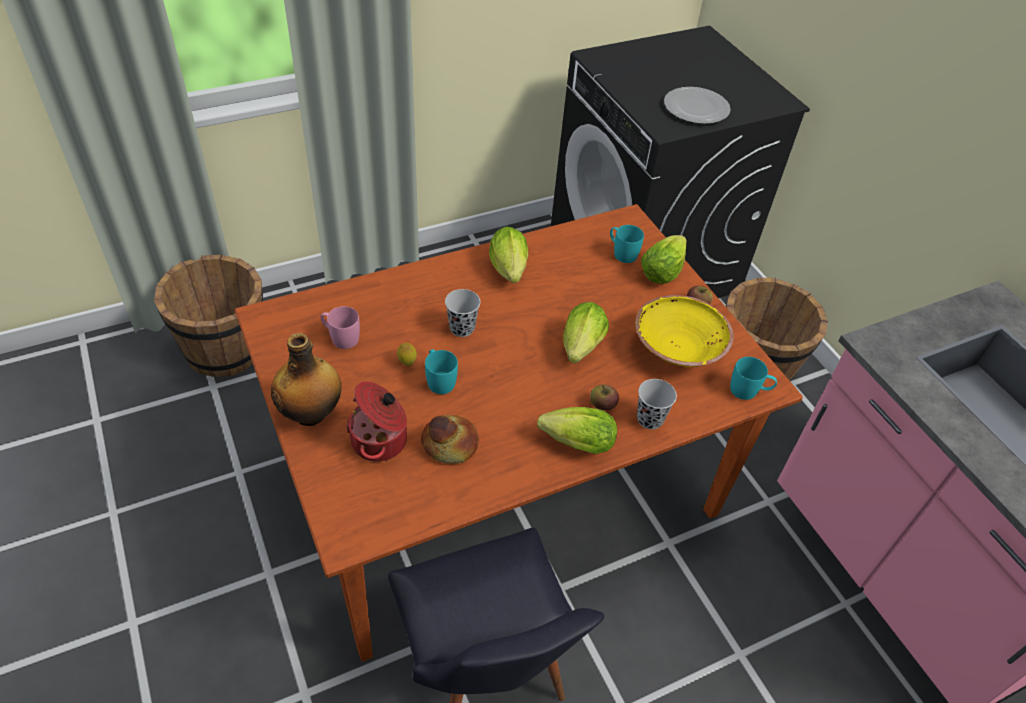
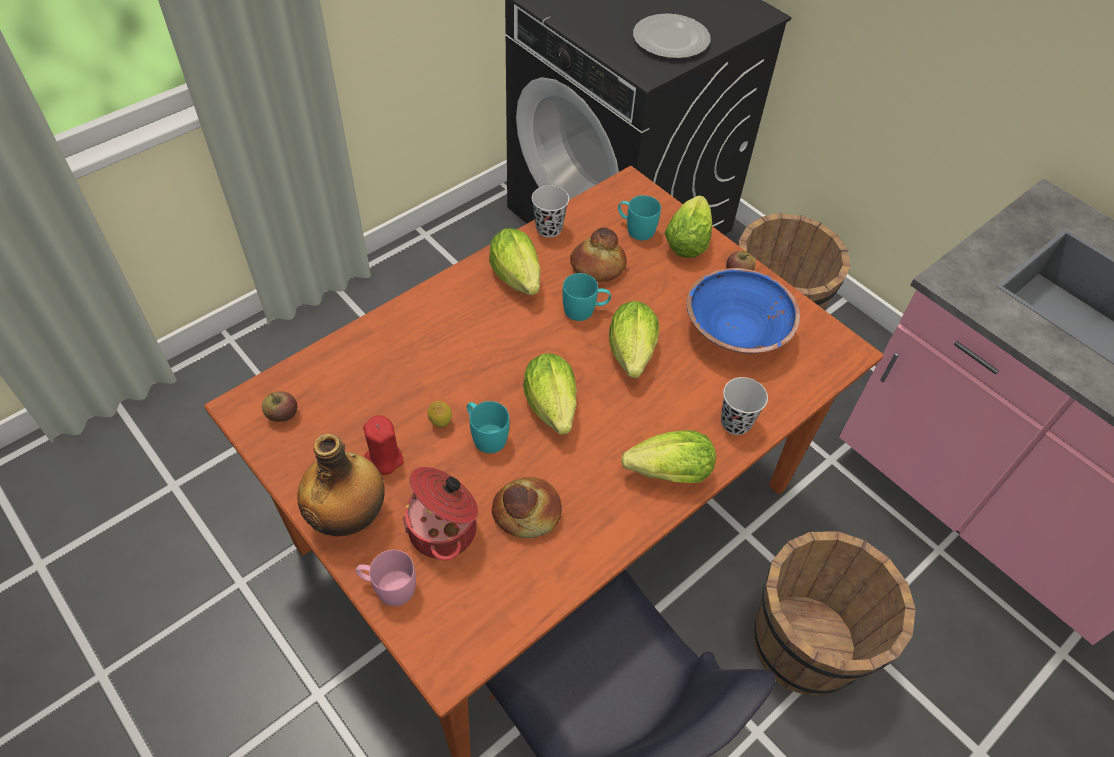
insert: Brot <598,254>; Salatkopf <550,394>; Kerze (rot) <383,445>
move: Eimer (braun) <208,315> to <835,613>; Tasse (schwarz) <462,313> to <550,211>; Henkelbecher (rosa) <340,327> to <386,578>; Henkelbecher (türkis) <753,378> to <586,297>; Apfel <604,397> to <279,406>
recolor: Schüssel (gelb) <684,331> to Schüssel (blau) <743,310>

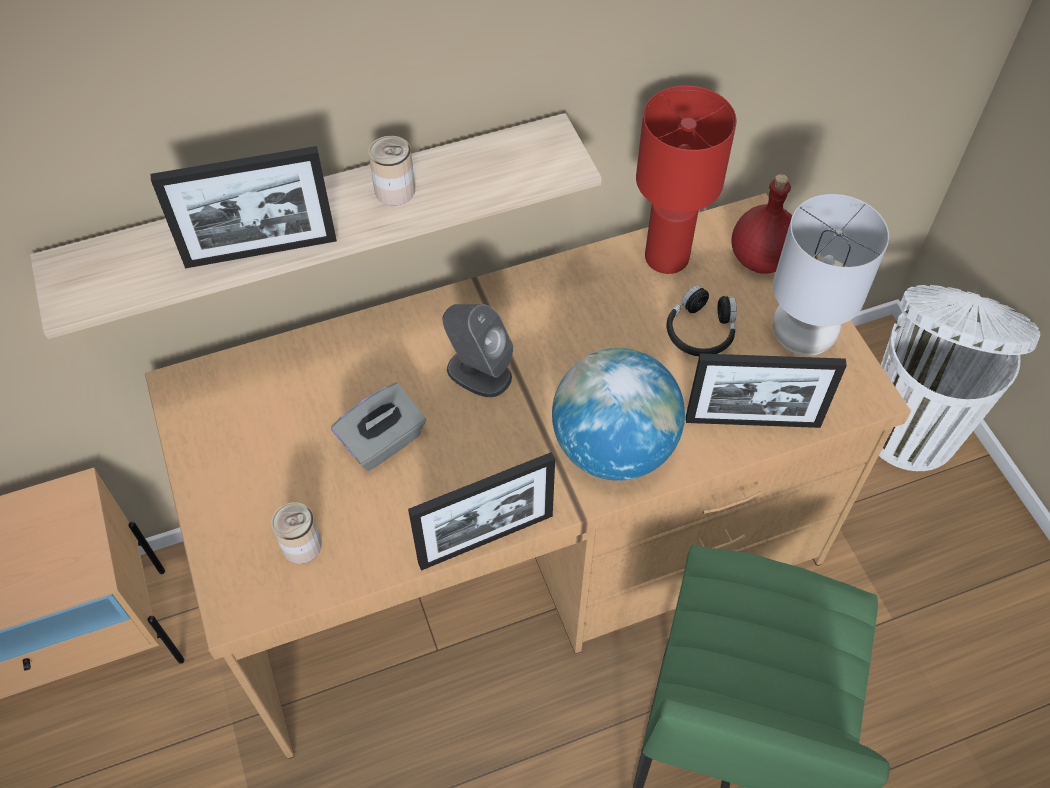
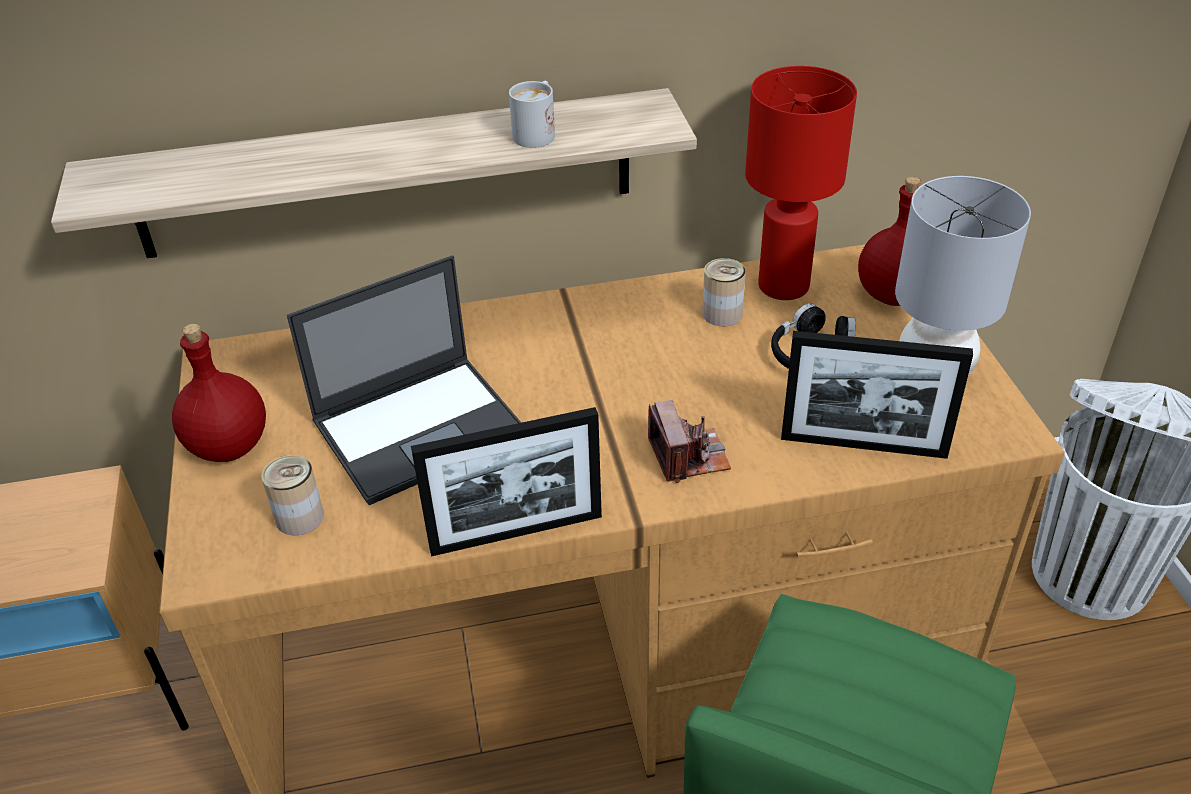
delete: Bilderrahmen <243,207>; Lautsprecher (grau) <478,350>
insert: Henkelbecher (weiß) <532,114>; Flasche (rot) <219,393>
move: Dose <391,170> to <724,292>
replace: Globus <618,414> to Kamera <689,441>; Taschentuchbox (grau) <378,427> to Laptop <404,380>

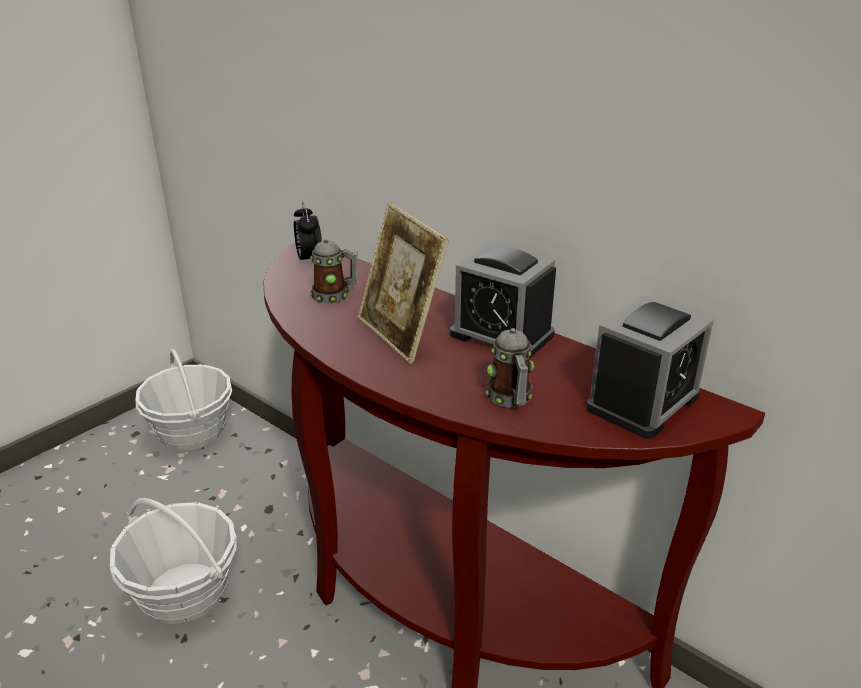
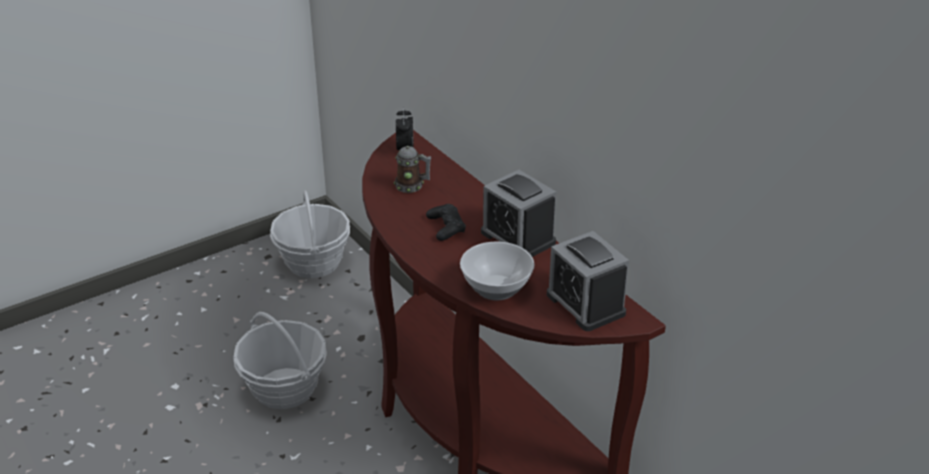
replace: Bilderrahmen <403,283> to Gamepad (schwarz) <446,222>; Henkelbecher <509,367> to Schüssel <497,271>
rotate: Wecker <650,367> = <588,281> 90 degrees clockwise

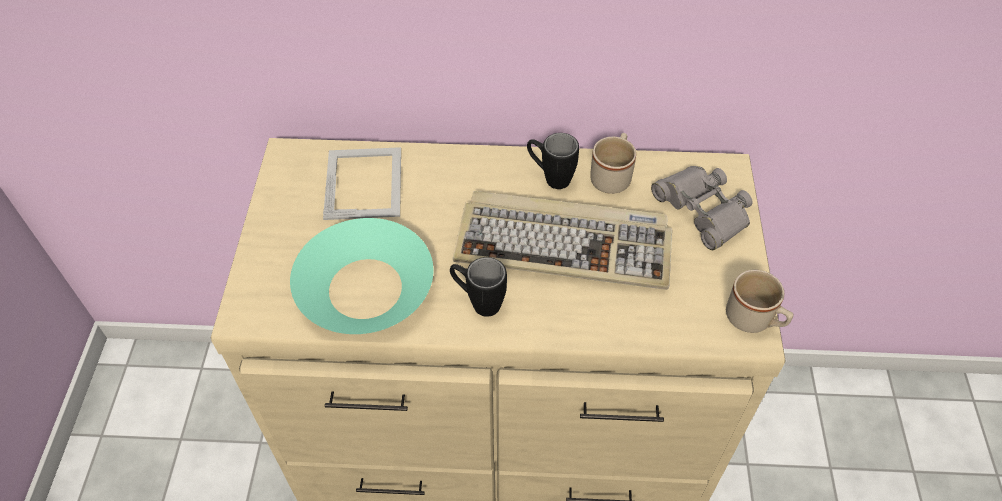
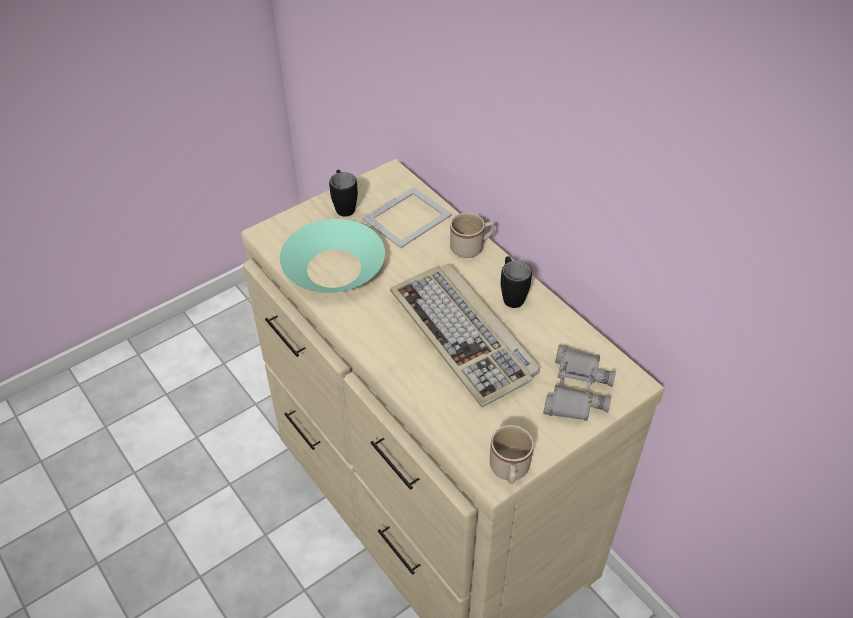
move: Henkelbecher (beige) <613,163> to <472,235>; Henkelbecher (schwarz) <478,287> to <343,193>

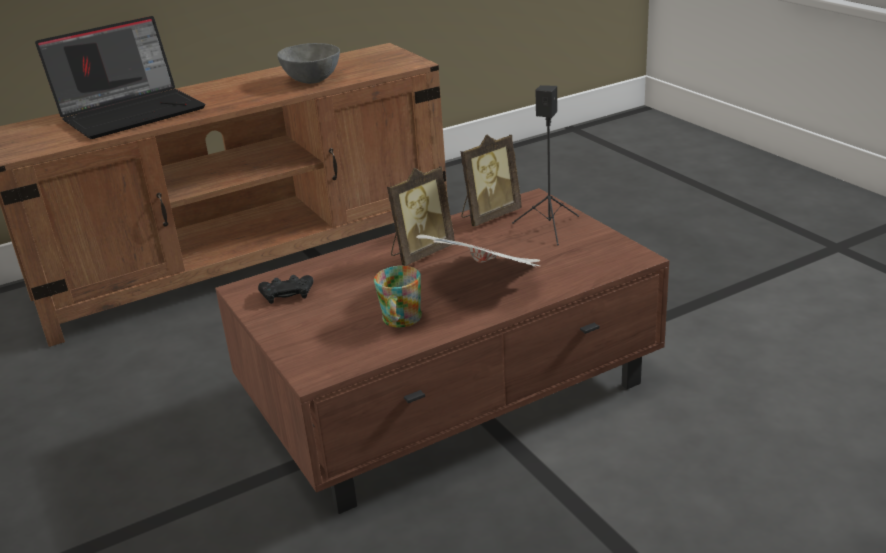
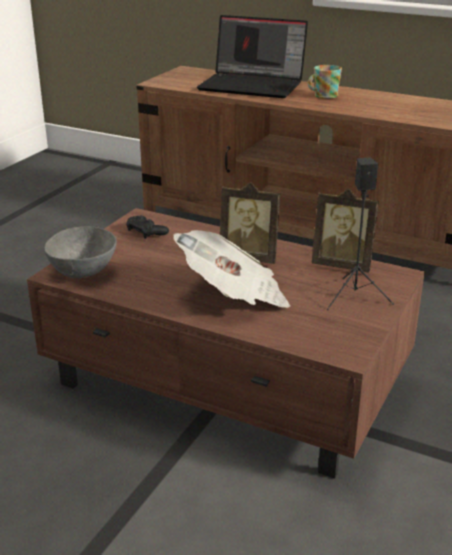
move: Schüssel (grau) <308,63> to <80,252>; Henkelbecher <398,296> to <325,82>

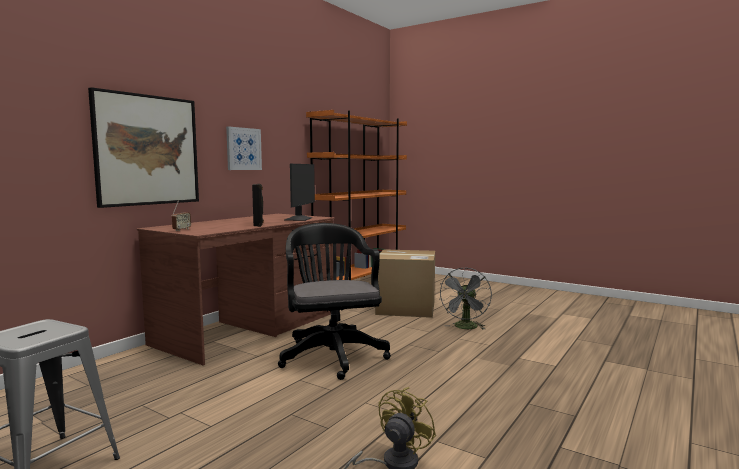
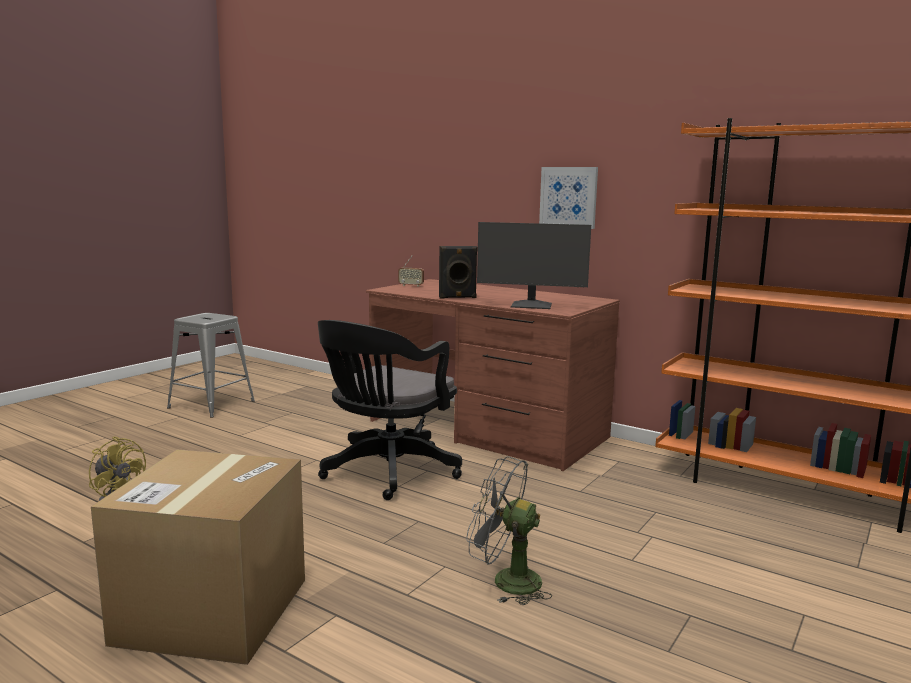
delete: Bild <143,147>
move: Karton <405,283> to <198,557>
rotate: Bürostuhl (schwarz) <334,301> = <390,410> 135 degrees clockwise

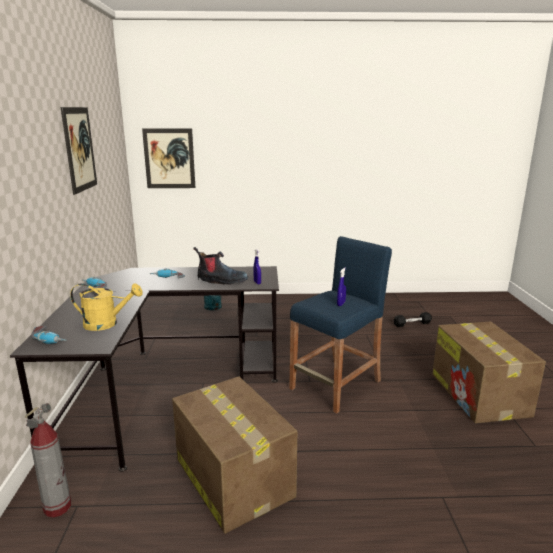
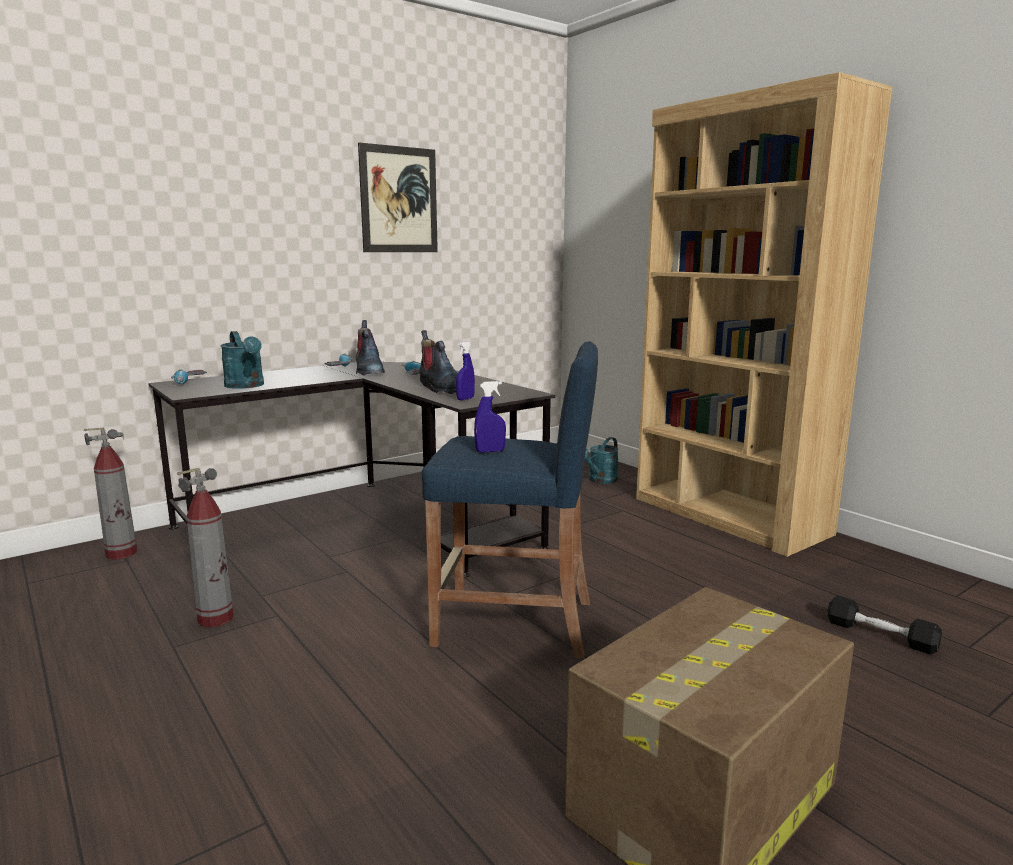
delete: Bild <168,158>
insert: Bücherregal (braun) <764,314>; Stiefel <370,347>
replace: Karton <234,455> to Feuerlöscher <205,547>
recolor: Gießkanne (gelb) <106,307> to Gießkanne (türkis) <242,360>

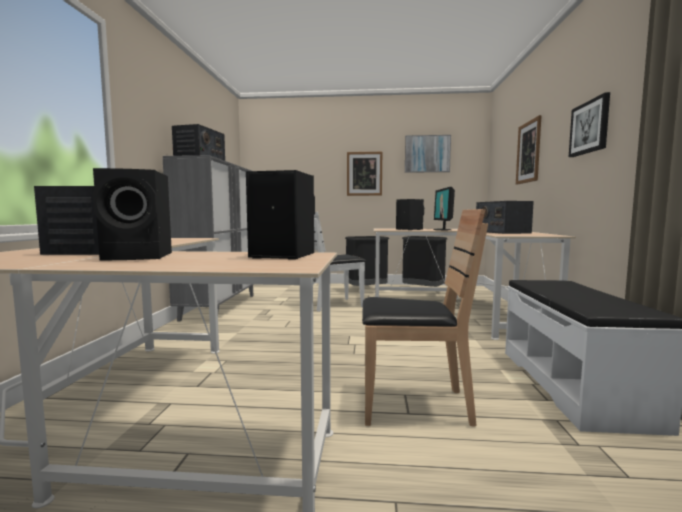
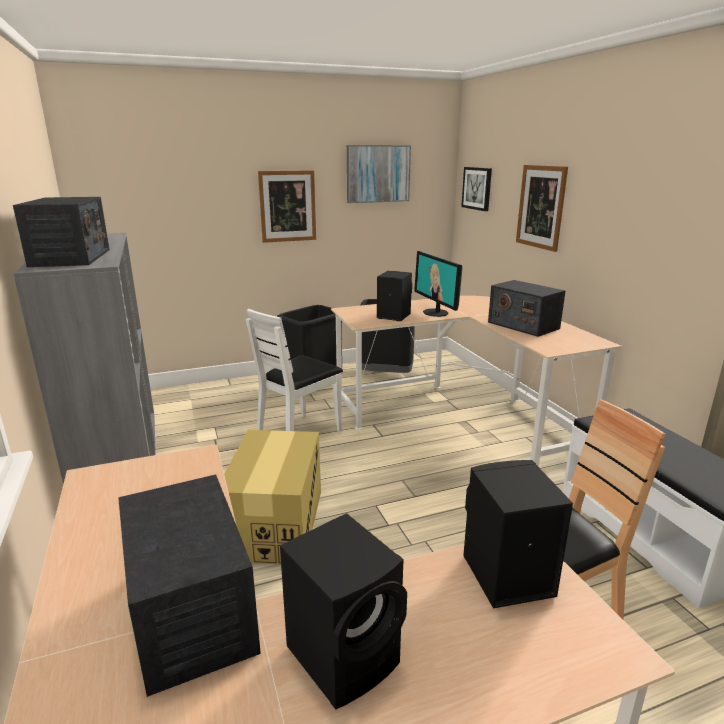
insert: Karton <272,497>
move: Bild <589,124> to <476,189>

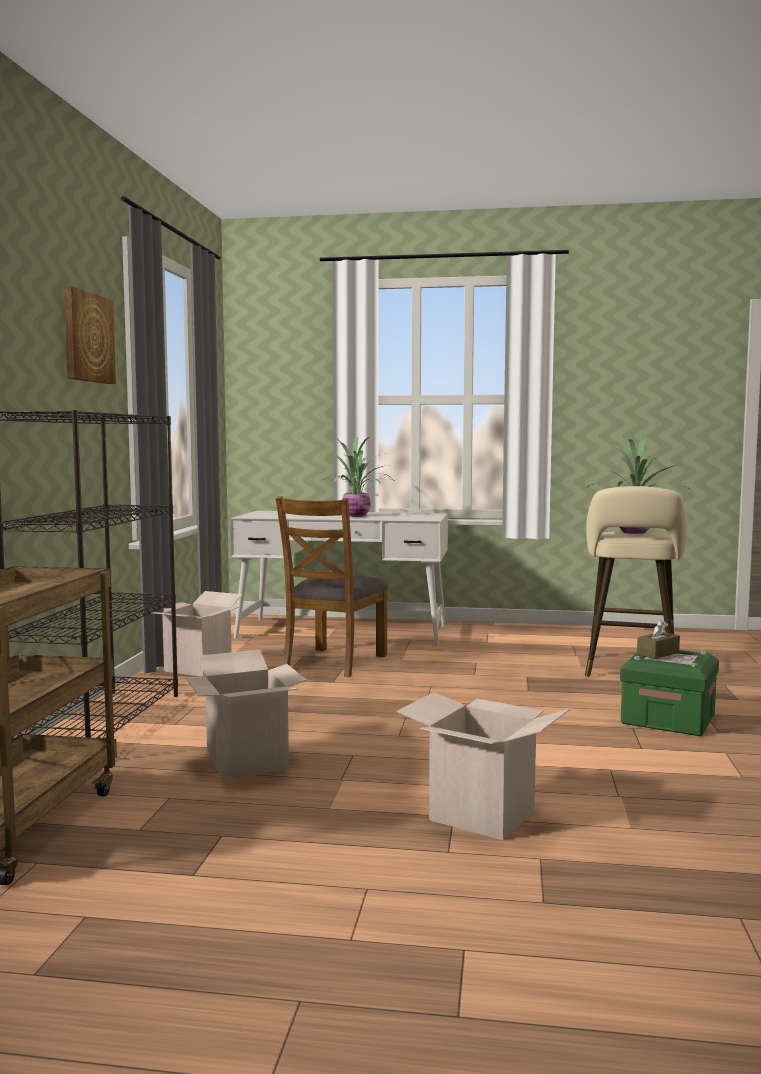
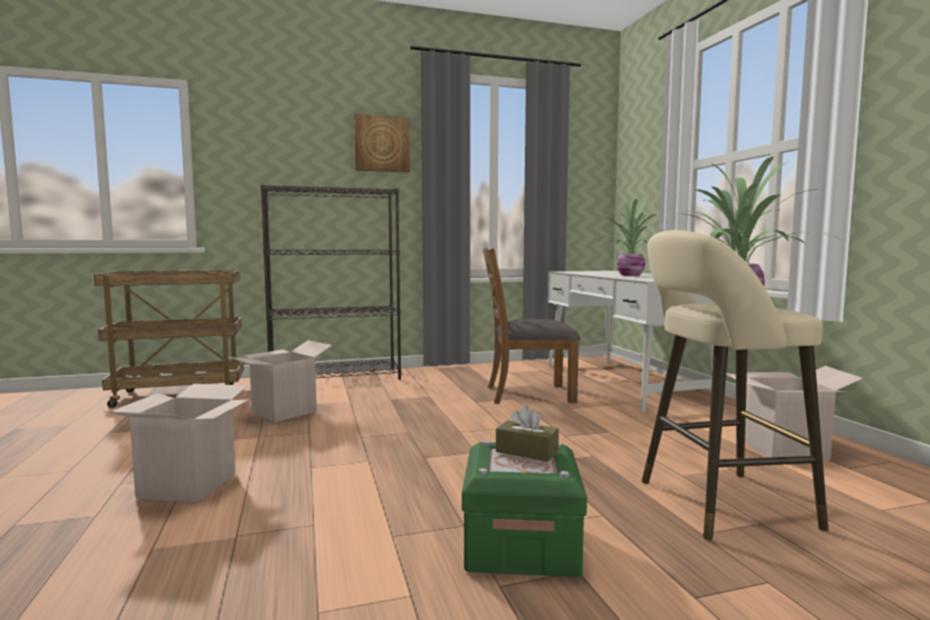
move: Karton <197,634> to <794,413>

